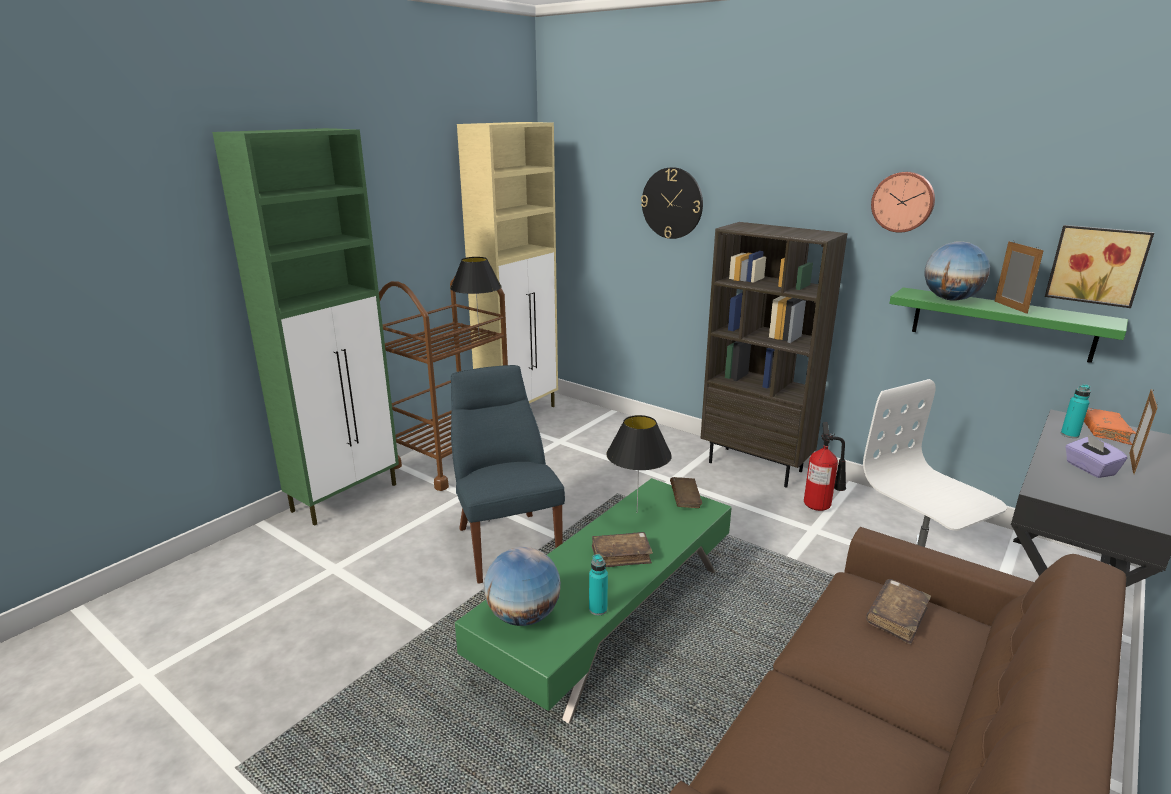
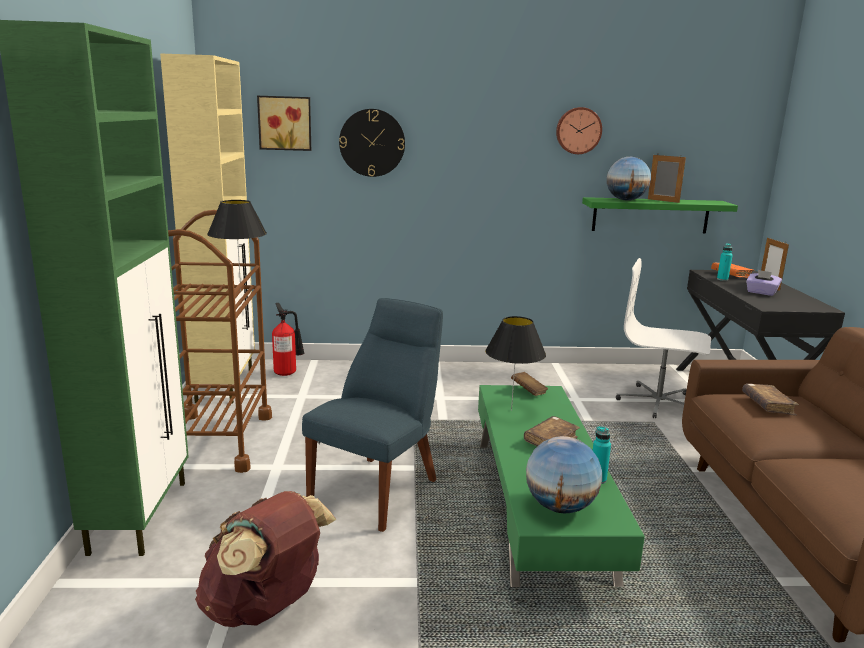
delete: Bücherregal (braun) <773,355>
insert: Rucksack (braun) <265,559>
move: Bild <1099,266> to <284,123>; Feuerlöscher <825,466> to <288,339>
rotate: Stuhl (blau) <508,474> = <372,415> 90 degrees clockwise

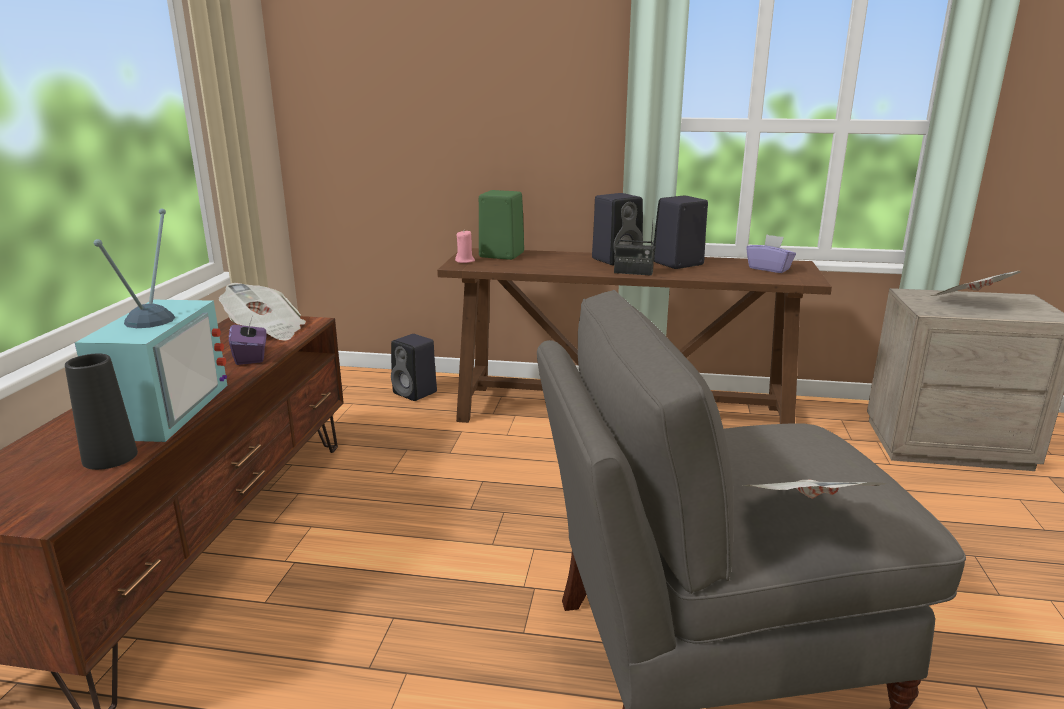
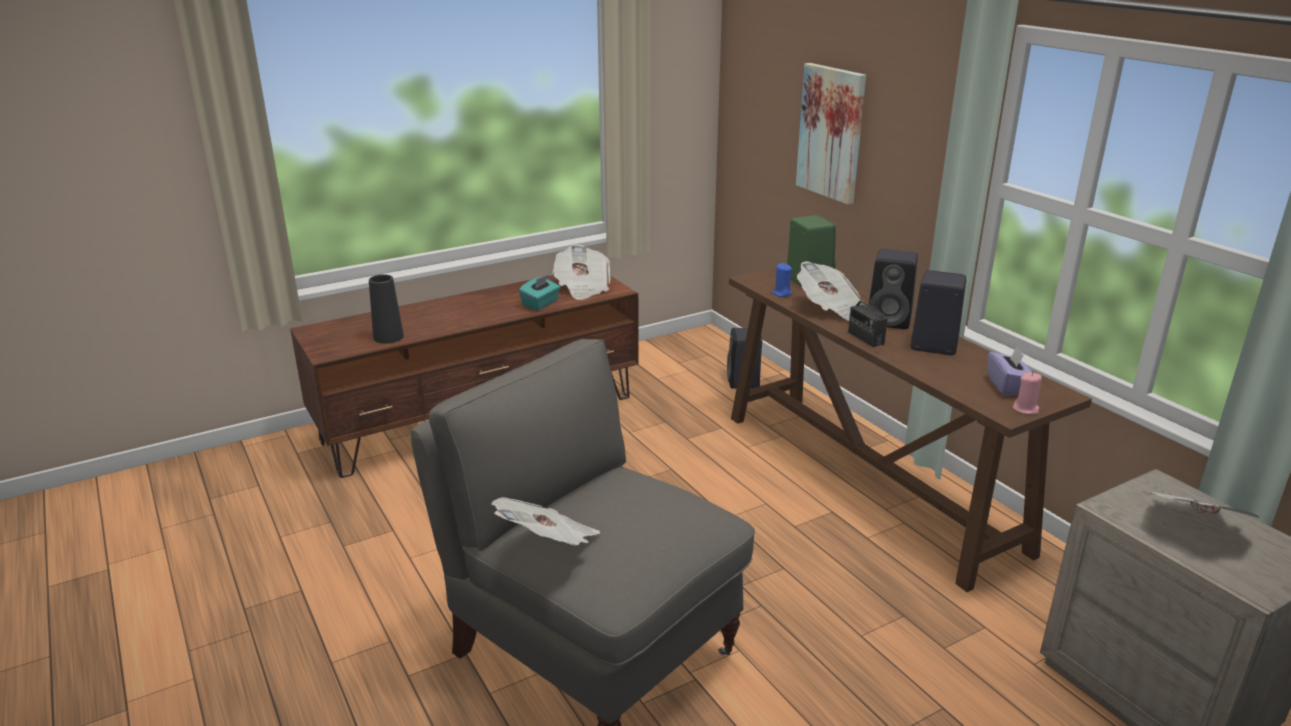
delete: Fernseher <151,325>
insert: Bild <831,134>; Zeitung <830,291>; Kerze (blau) <781,280>
move: Kerze (rosa) <465,247> to <1027,393>
recolor: Taschentuchbox (lila) <248,341> to Taschentuchbox (türkis) <540,292>

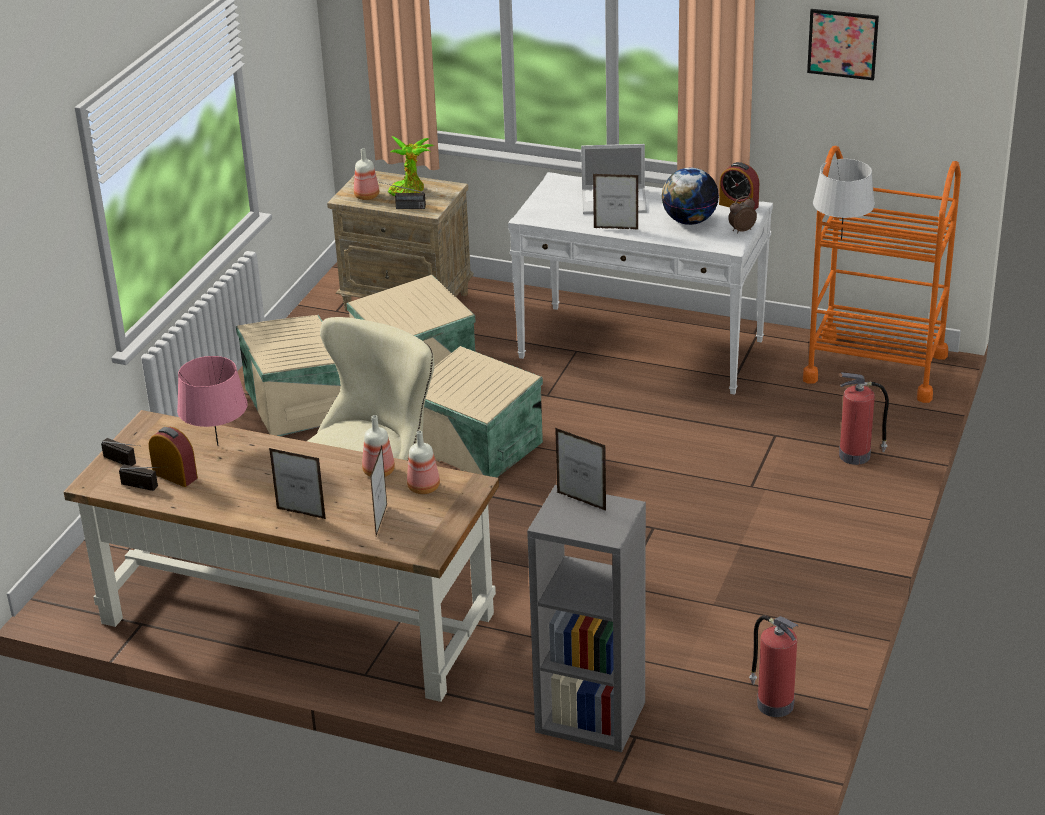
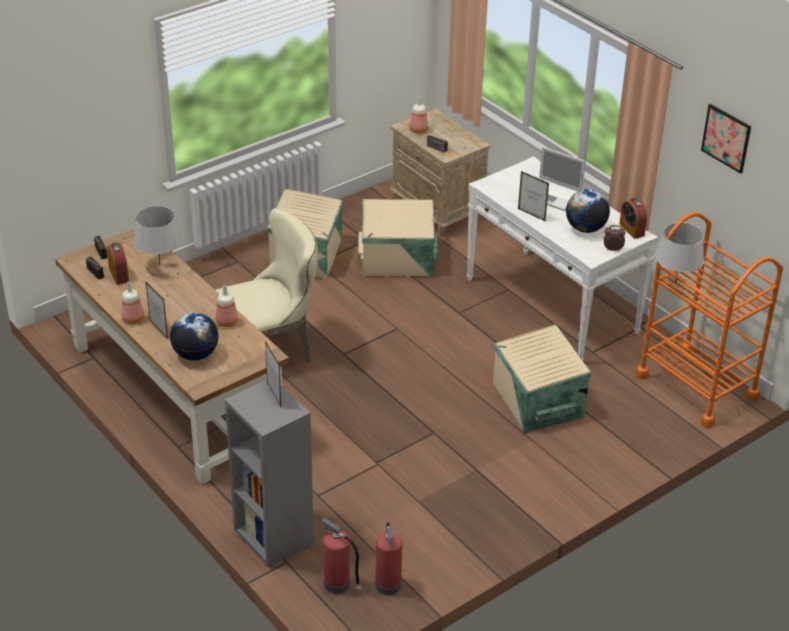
delete: Topfpflanze <411,166>
move: Aufbewahrungsbox (beige) <483,411> to <542,378>; Feuerlöscher <864,418> to <341,556>; Flasche <423,462> to <133,303>
replace: Bilderrahmen <378,491> to Globus <194,336>
recolor: Tischlampe (rosa) <212,401> to Tischlampe (grau) <157,235>

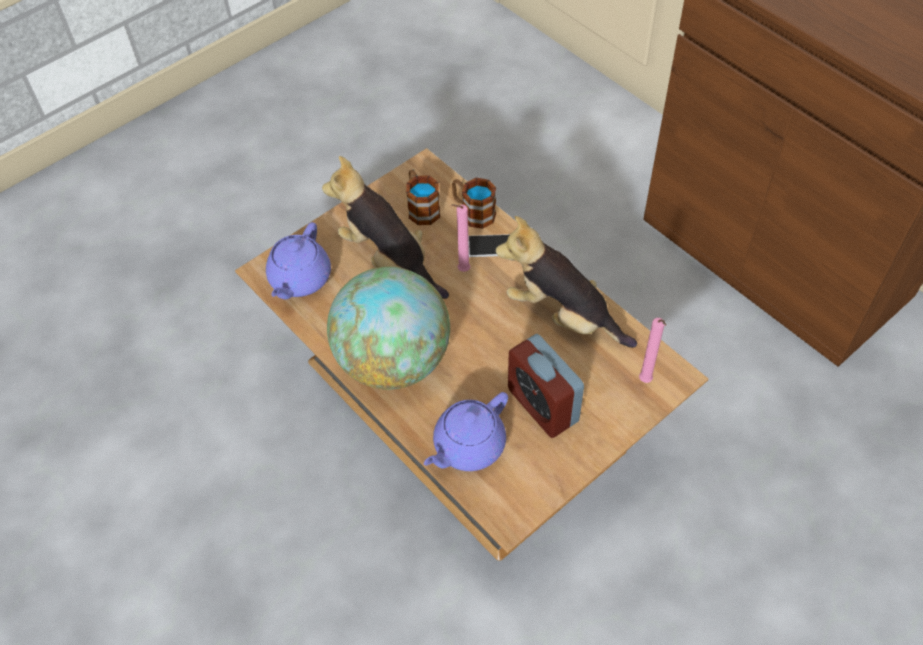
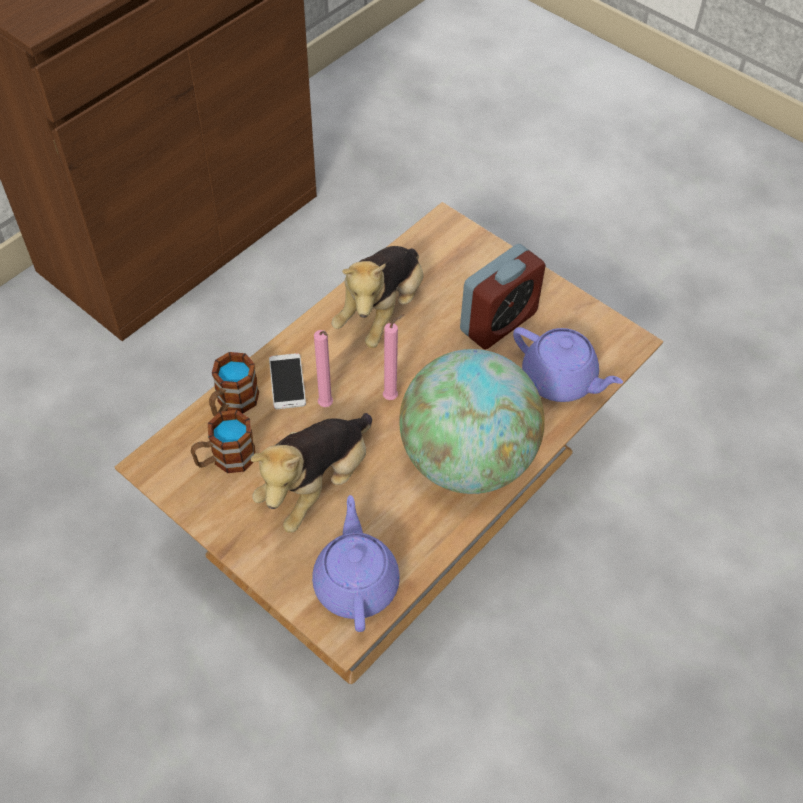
move: Kerze (rosa) <652,350> to <393,357>
rotate: Teekanne (lila) <298,260> = <356,563> 105 degrees counterclockwise

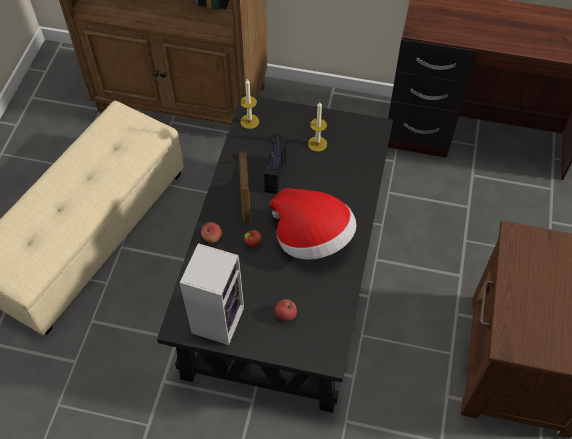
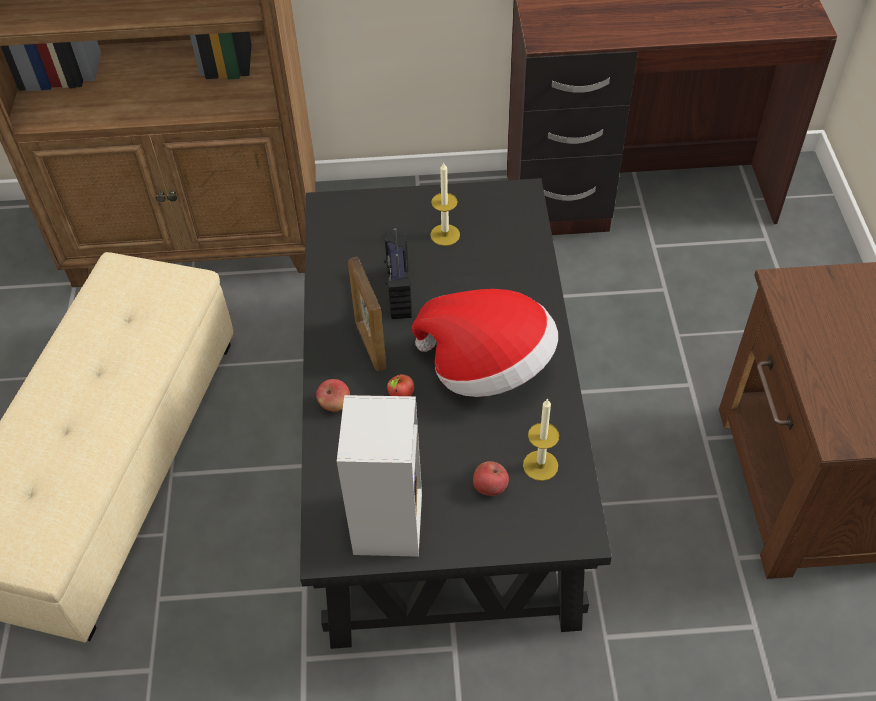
move: Kerze <249,104> to <541,439>

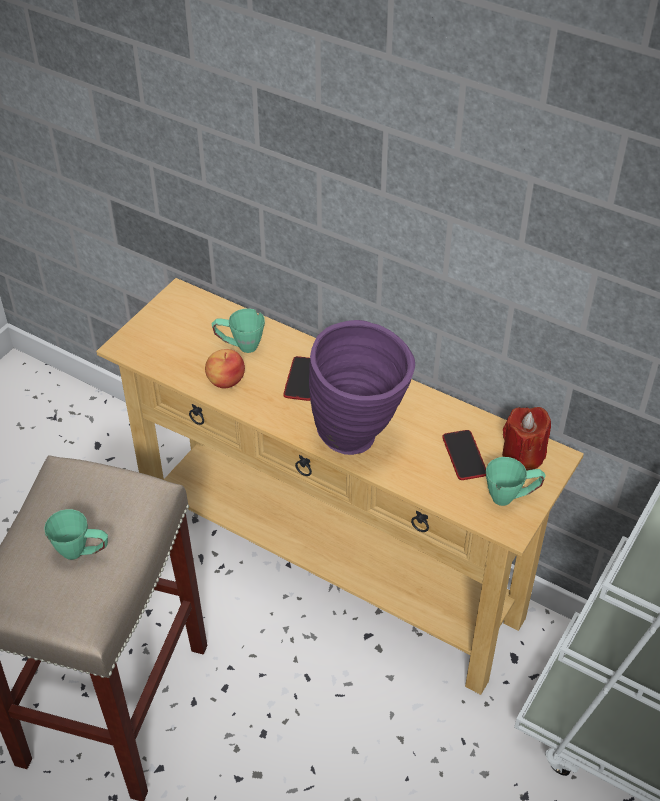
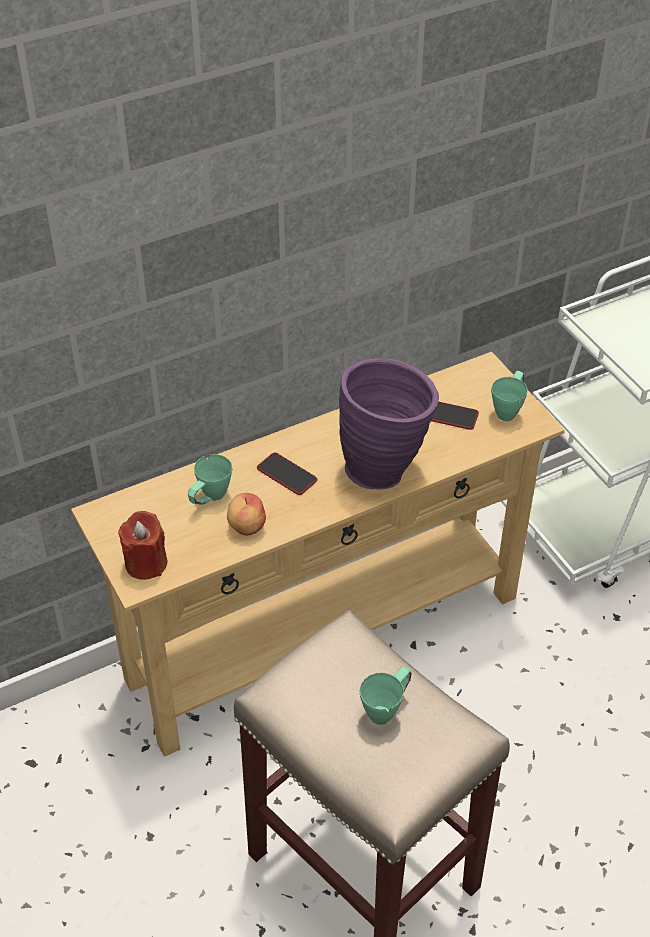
move: Kerze (rot) <526,439> to <143,545>

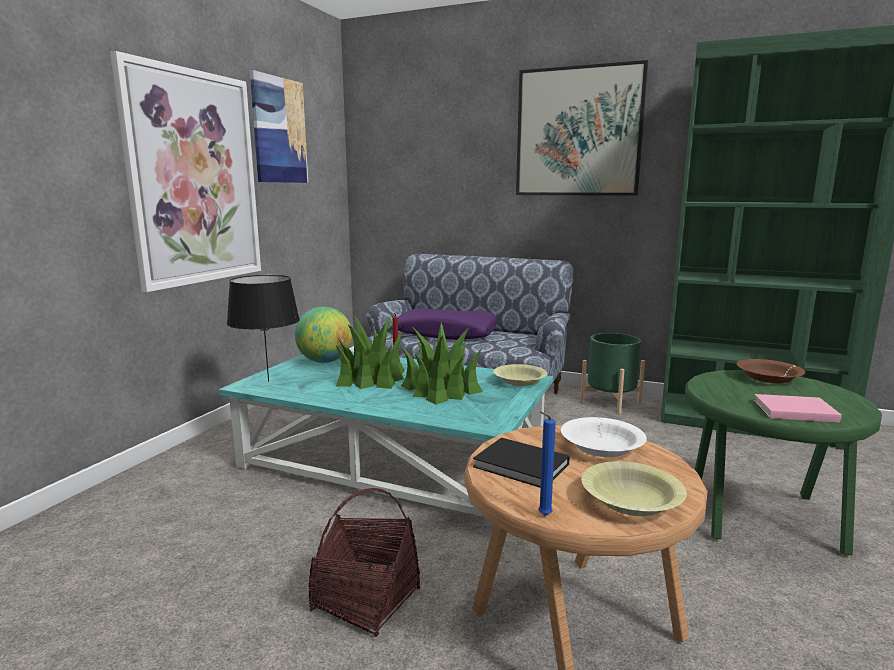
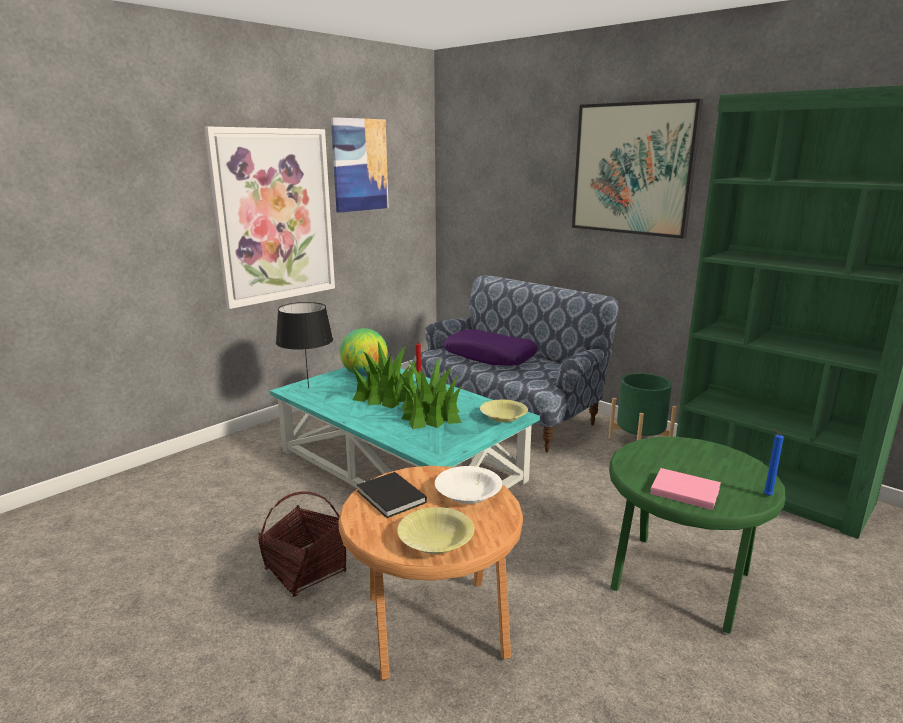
delete: Schüssel (braun) <770,371>
move: Kerze (blau) <547,464> to <774,462>

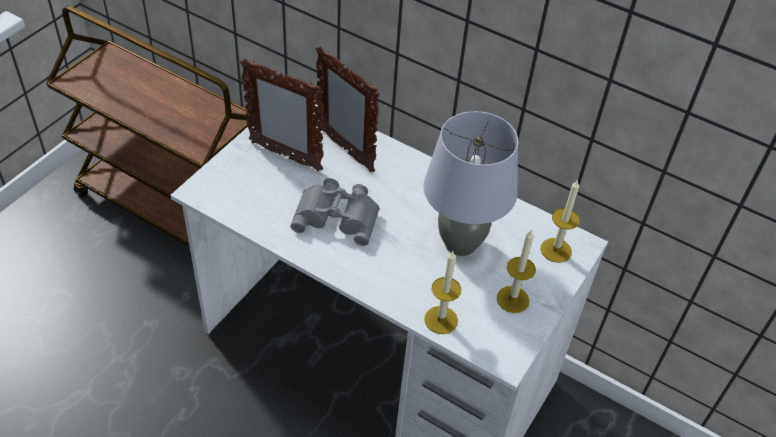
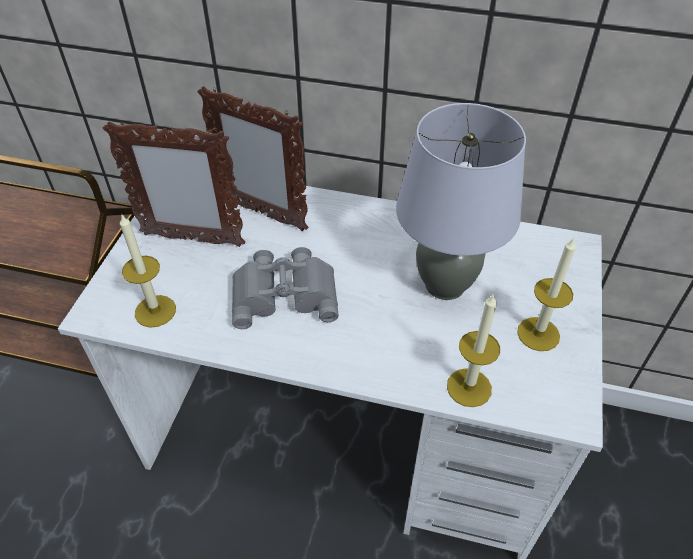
move: Kerze <560,221> to <148,270>

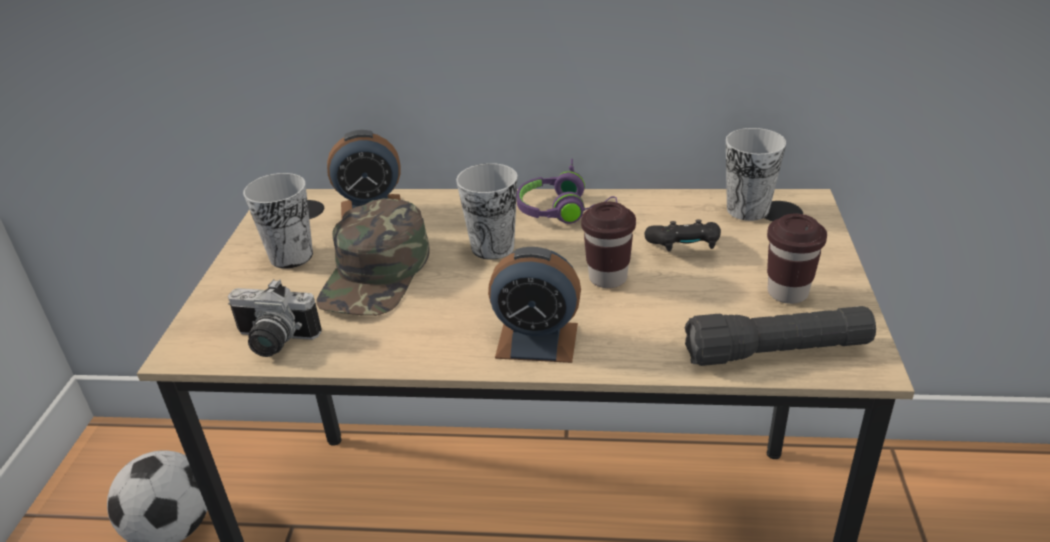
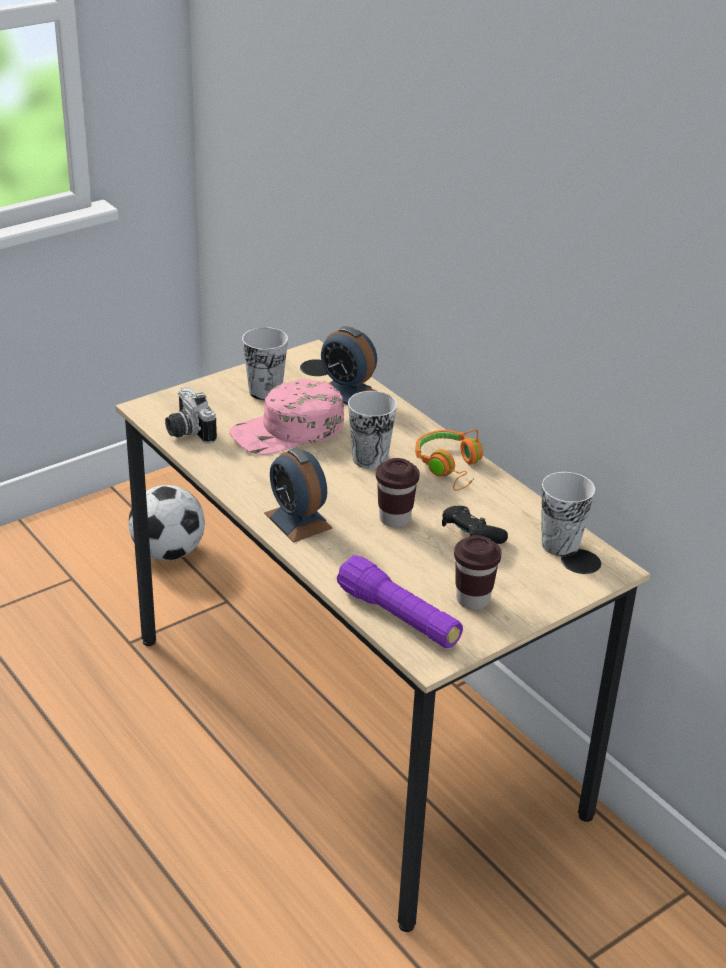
recolor: Kopfhörer (lila) <567,191> to Kopfhörer (orange) <449,460>; Kappe (grün) <373,257> to Kappe (rosa) <286,417>; Taschenlampe (schwarz) <780,336> to Taschenlampe (lila) <400,601>

